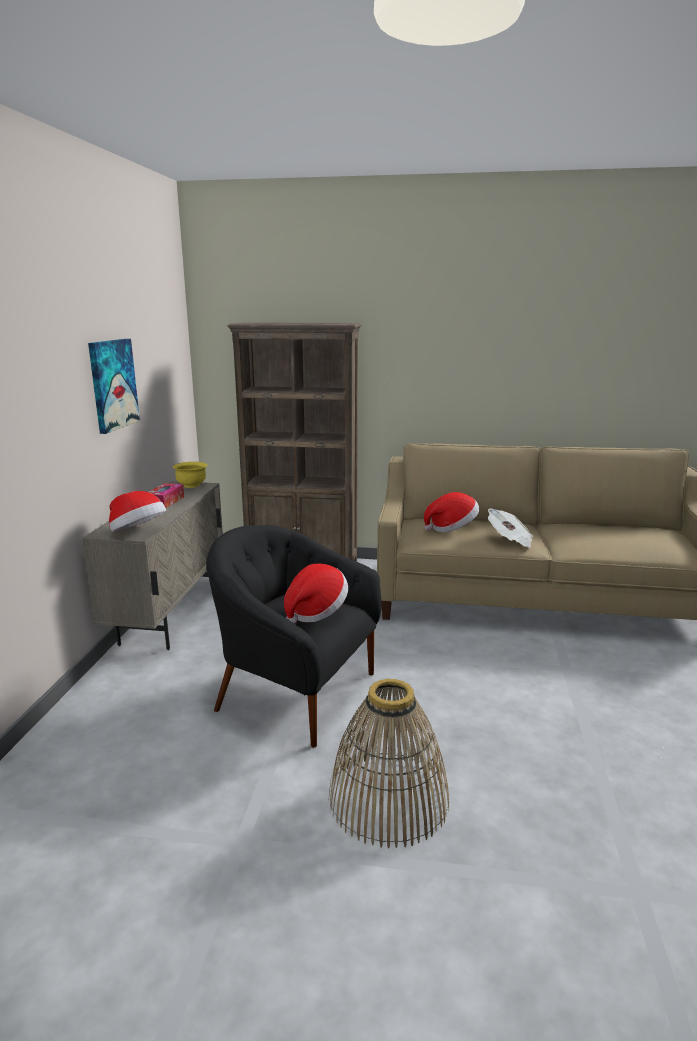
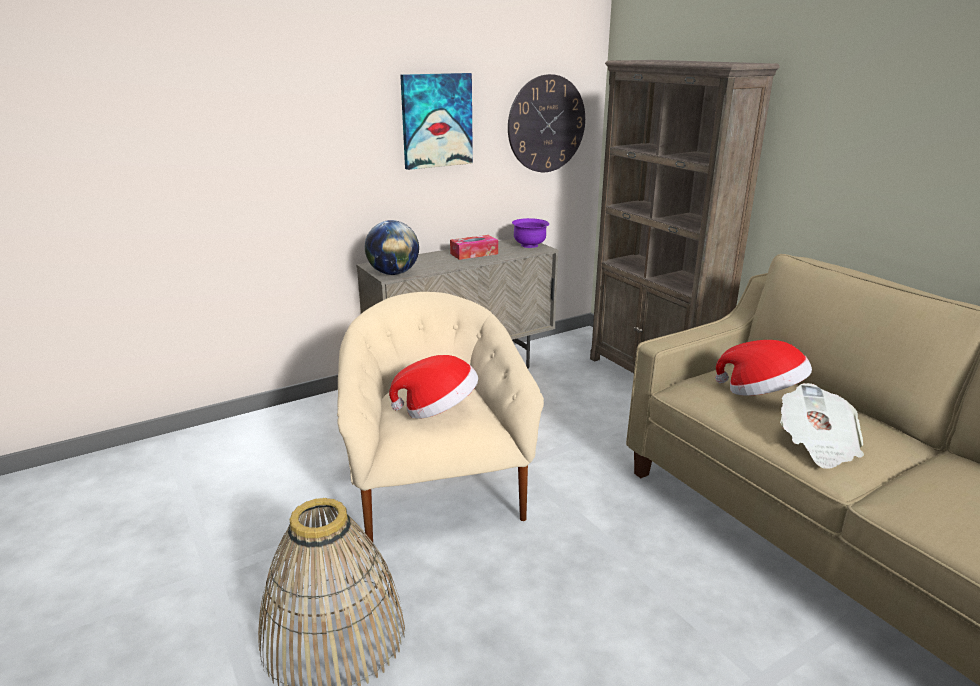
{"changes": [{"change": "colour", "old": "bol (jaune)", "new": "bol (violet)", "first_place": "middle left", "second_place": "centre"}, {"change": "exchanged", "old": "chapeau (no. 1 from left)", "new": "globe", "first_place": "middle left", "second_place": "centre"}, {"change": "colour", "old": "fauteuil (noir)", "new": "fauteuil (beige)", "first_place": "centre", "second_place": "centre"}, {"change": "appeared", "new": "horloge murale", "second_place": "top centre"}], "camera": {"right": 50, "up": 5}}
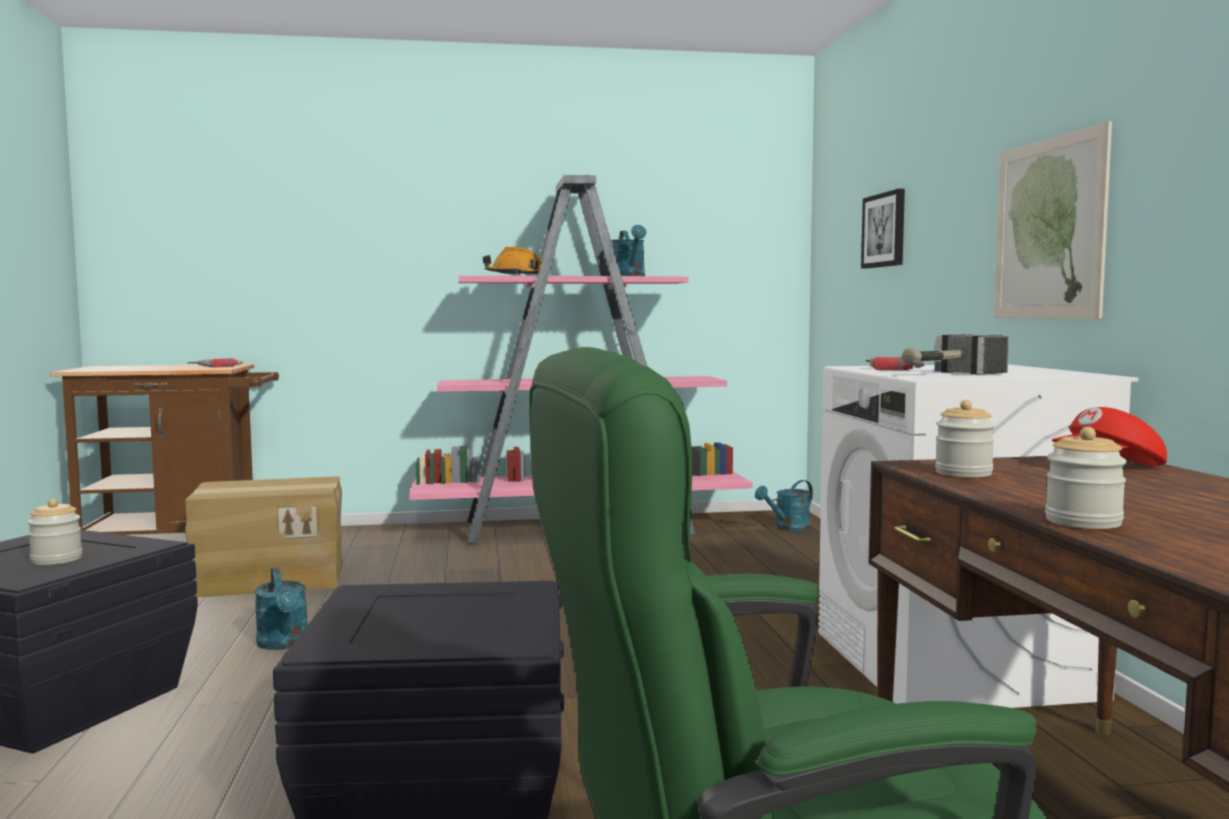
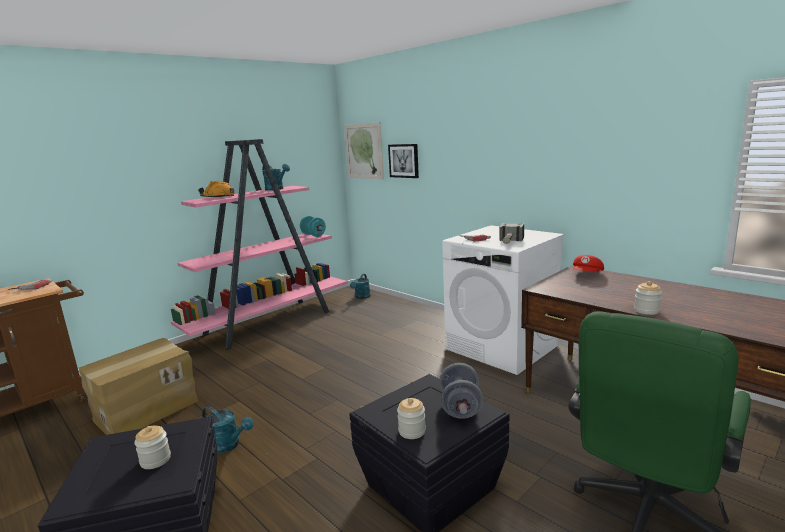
{"changes": [{"change": "relocated", "old": "tableau (no. 2 from left in the first image)", "new": "tableau (no. 1 from left)", "first_place": "top right", "second_place": "top centre"}, {"change": "relocated", "old": "bocal (no. 2 from left)", "first_place": "middle right", "second_place": "bottom centre"}, {"change": "appeared", "new": "haltère (turquoise)", "second_place": "centre"}, {"change": "appeared", "new": "haltère (gris)", "second_place": "bottom centre"}], "camera": {"right": -35, "up": 10}}
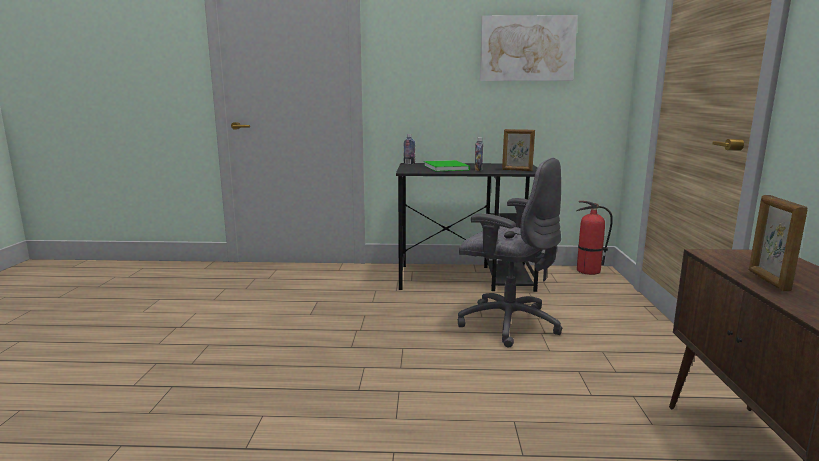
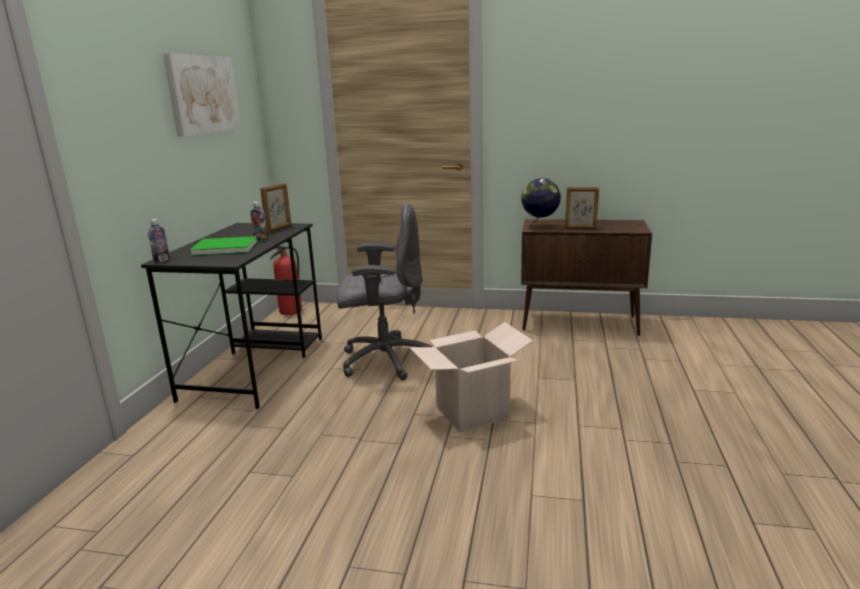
{"changes": [{"change": "spun", "old": "chaise de bureau (gris)", "first_place": "centre", "second_place": "centre", "degrees": 45}, {"change": "appeared", "new": "globe", "second_place": "centre"}, {"change": "appeared", "new": "carton", "second_place": "centre"}], "camera": {"right": -80, "up": 5}}
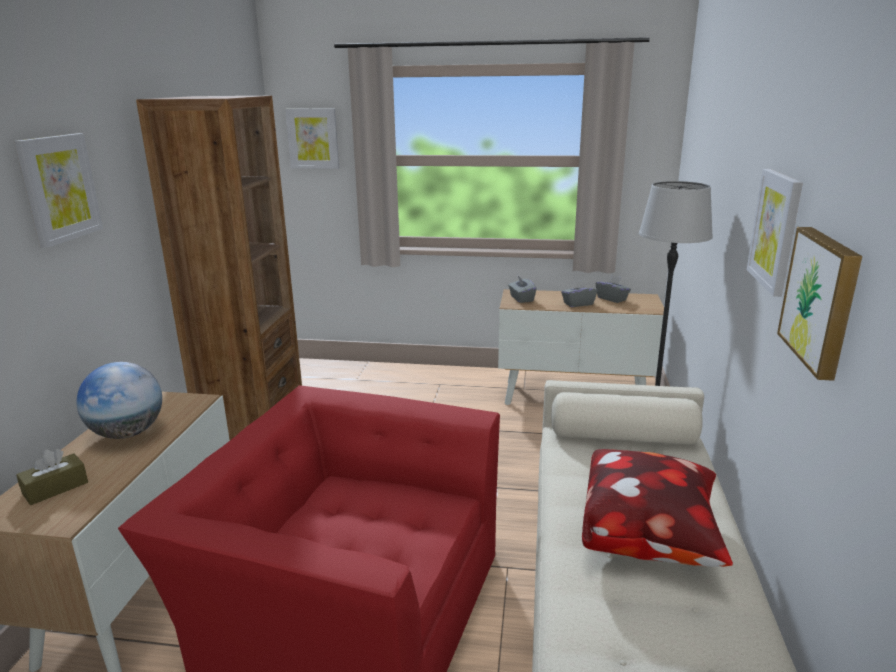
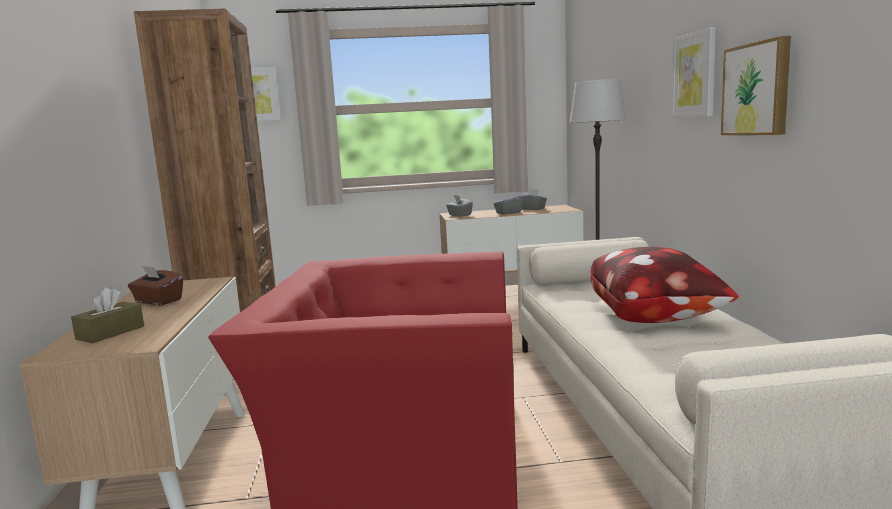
{"changes": [{"change": "missing", "old": "tableau (no. 1 from left)", "first_place": "top left"}, {"change": "exchanged", "old": "globe", "new": "boîte à mouchoirs (marron) (no. 2 from left)", "first_place": "middle left", "second_place": "middle left"}], "camera": {"right": -15, "up": -10}}
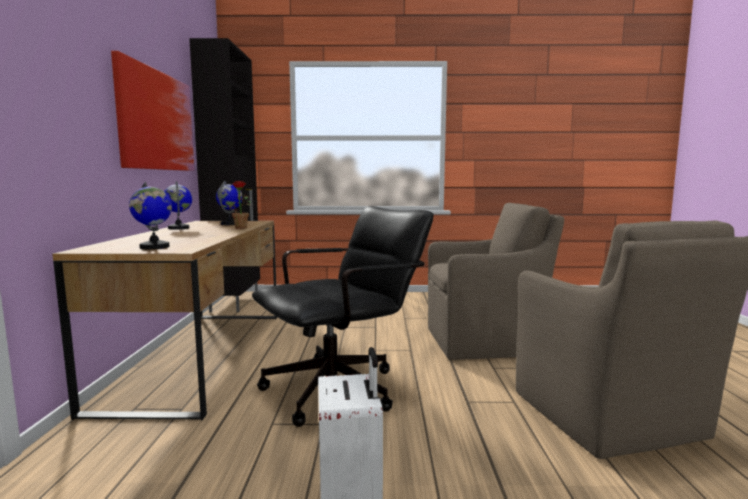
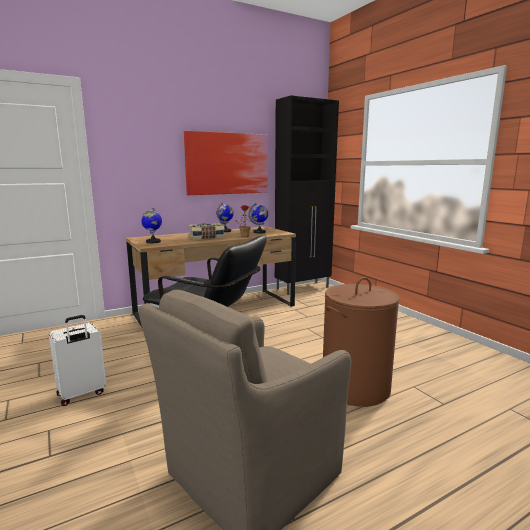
{"changes": [{"change": "exchanged", "old": "fauteuil (marron) (no. 1 from left)", "new": "panier à linge (marron)", "first_place": "centre", "second_place": "middle right"}, {"change": "appeared", "new": "livre", "second_place": "centre"}], "camera": {"right": 60, "up": 5}}
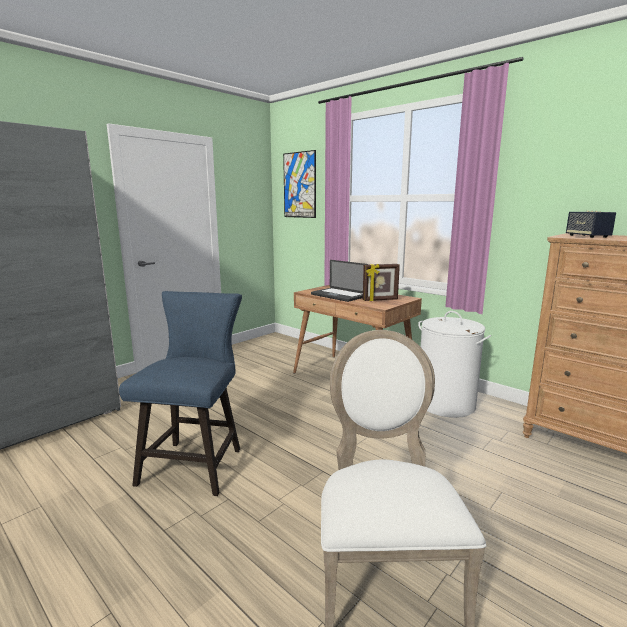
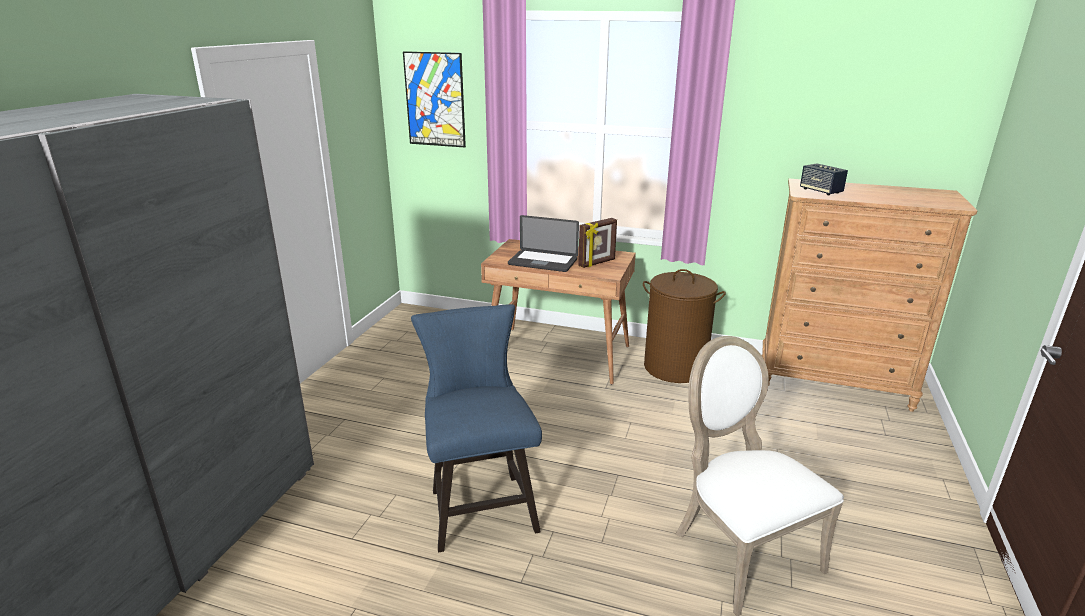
{"changes": [{"change": "colour", "old": "panier à linge (blanc)", "new": "panier à linge (marron)", "first_place": "middle right", "second_place": "centre"}], "camera": {"right": -25, "up": 10}}
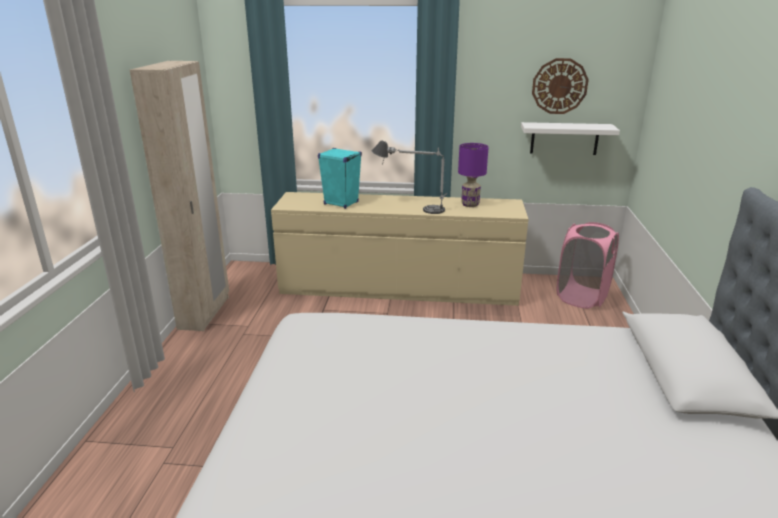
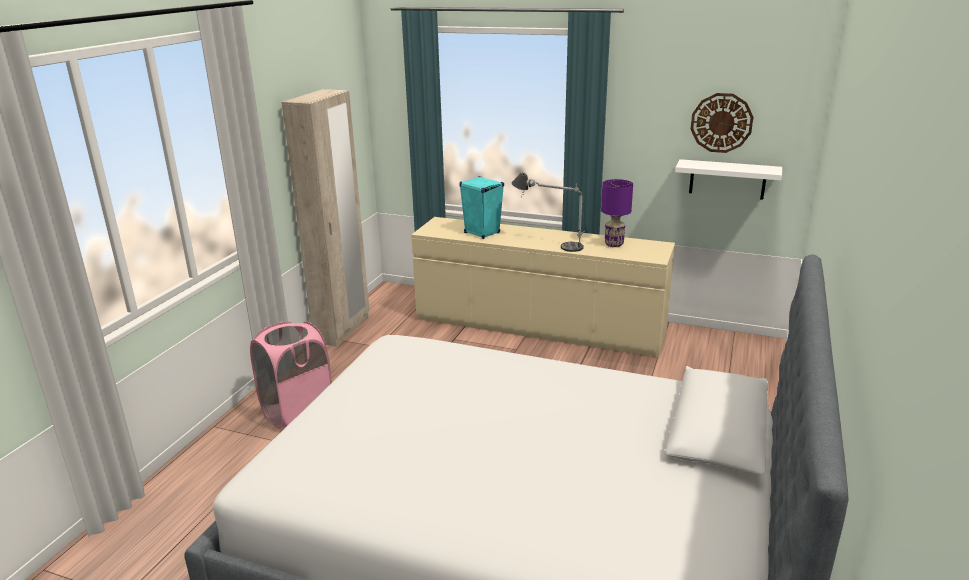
{"changes": [{"change": "relocated", "old": "panier à linge (rose)", "first_place": "middle right", "second_place": "middle left"}], "camera": {"right": 15, "up": 0}}
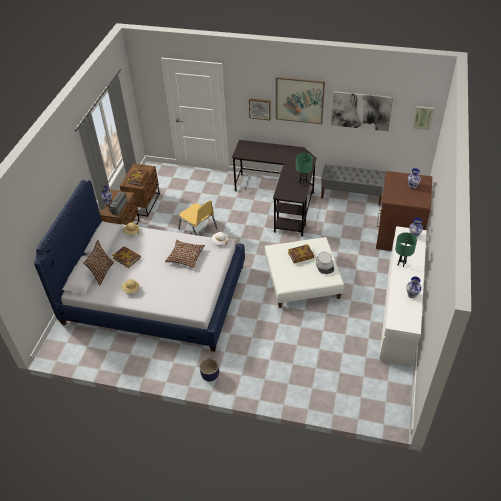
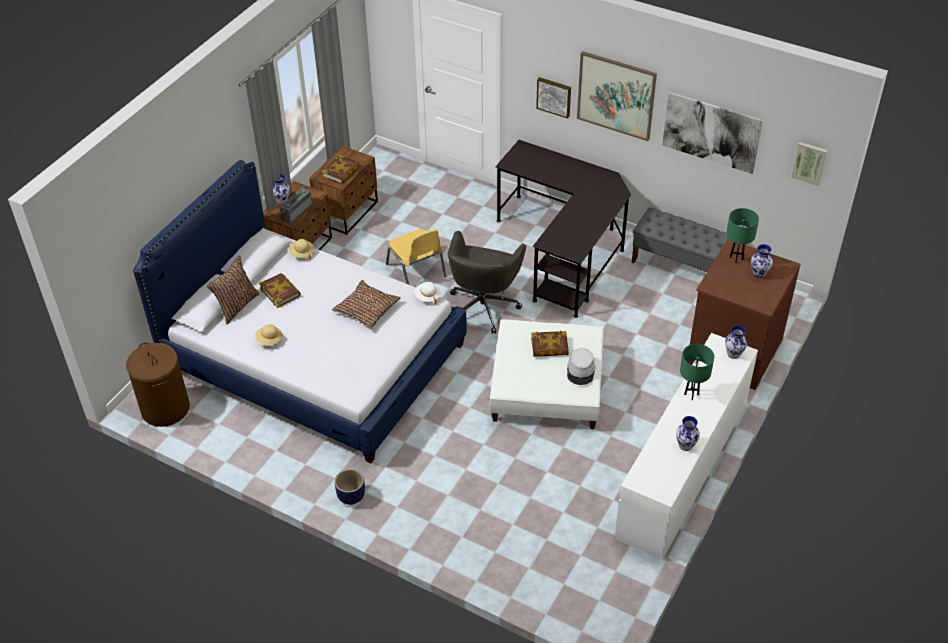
{"changes": [{"change": "relocated", "old": "lampe de table (vert) (no. 1 from left in the first image)", "new": "lampe de table (vert) (no. 2 from left)", "first_place": "centre", "second_place": "middle right"}, {"change": "appeared", "new": "chaise de bureau (gris)", "second_place": "centre"}, {"change": "appeared", "new": "panier à linge (marron)", "second_place": "middle left"}], "camera": {"right": 15, "up": 0}}
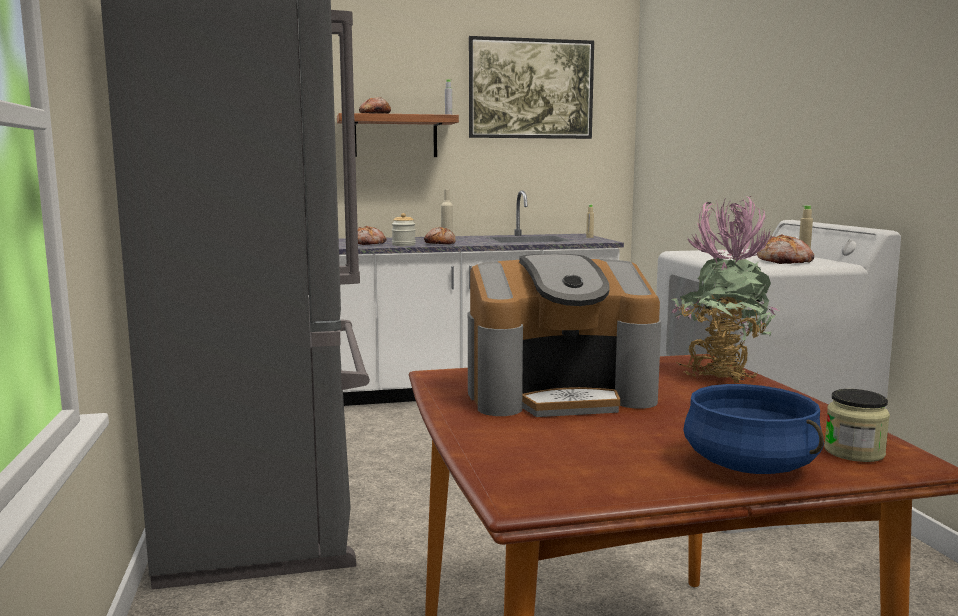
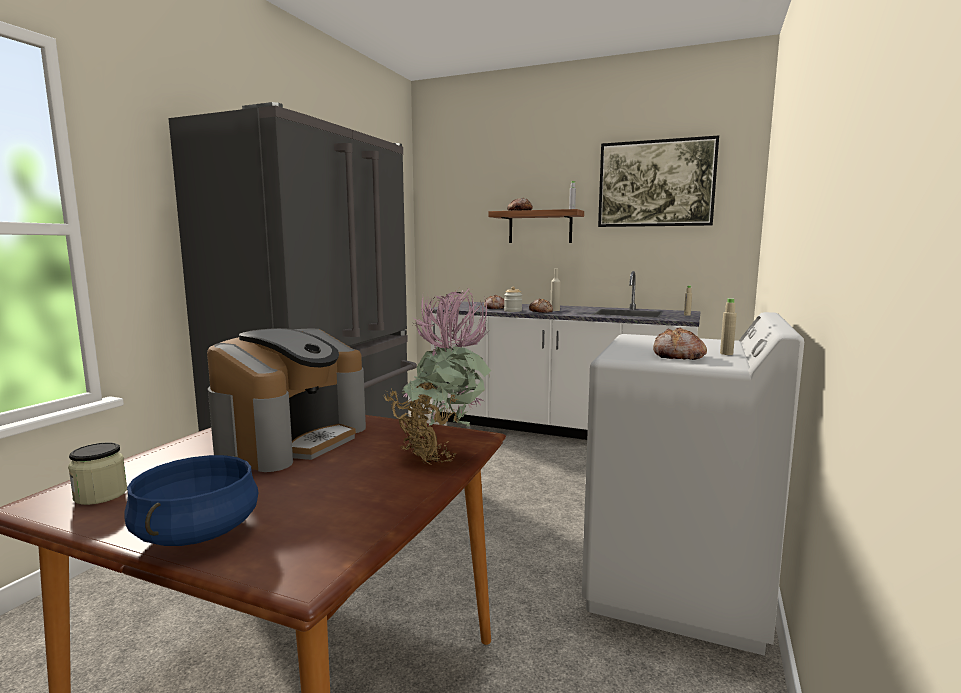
{"changes": [{"change": "spun", "old": "machine à café", "first_place": "centre", "second_place": "middle left", "degrees": -90}, {"change": "relocated", "old": "bocal (no. 2 from left in the first image)", "new": "bocal (no. 1 from left)", "first_place": "bottom right", "second_place": "bottom left"}], "camera": {"right": 35, "up": 0}}
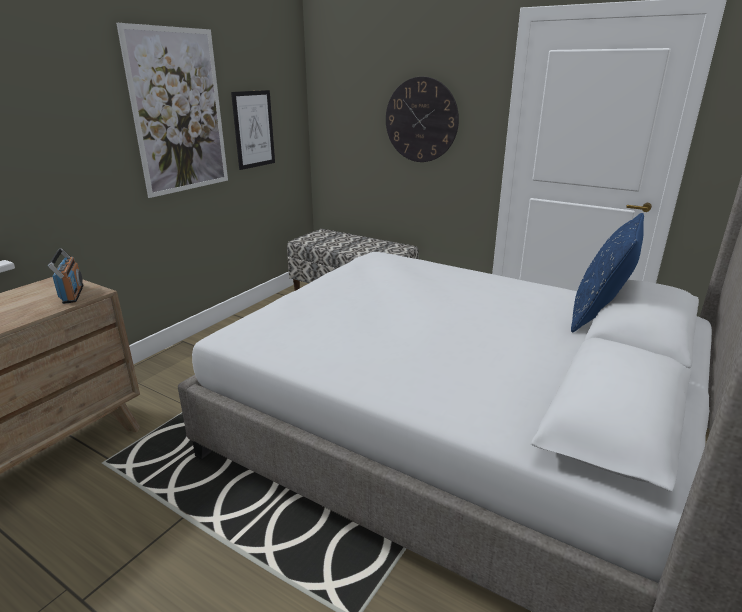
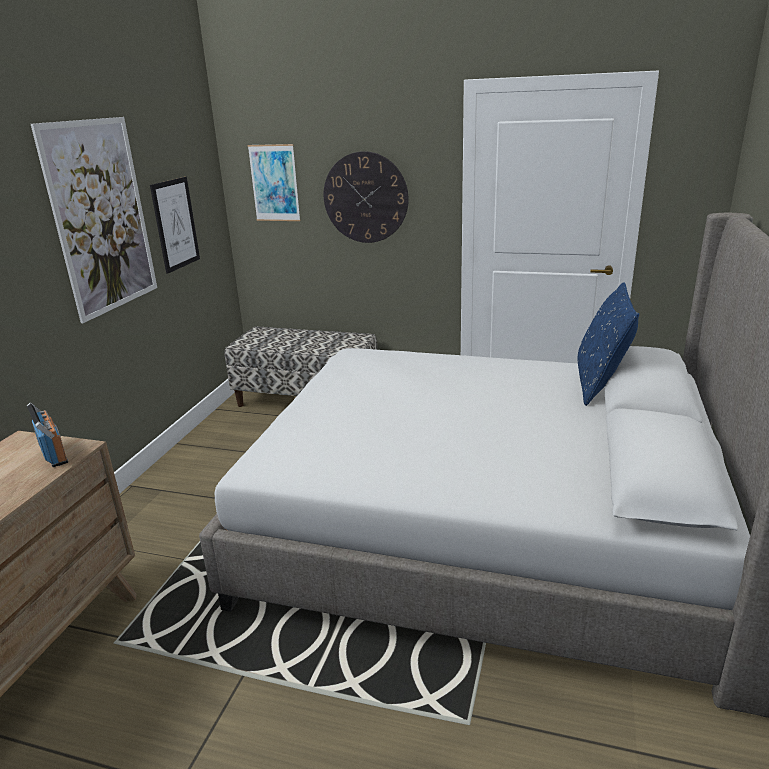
{"changes": [{"change": "appeared", "new": "tableau (no. 3 from left)", "second_place": "top centre"}], "camera": {"right": -15, "up": 0}}
